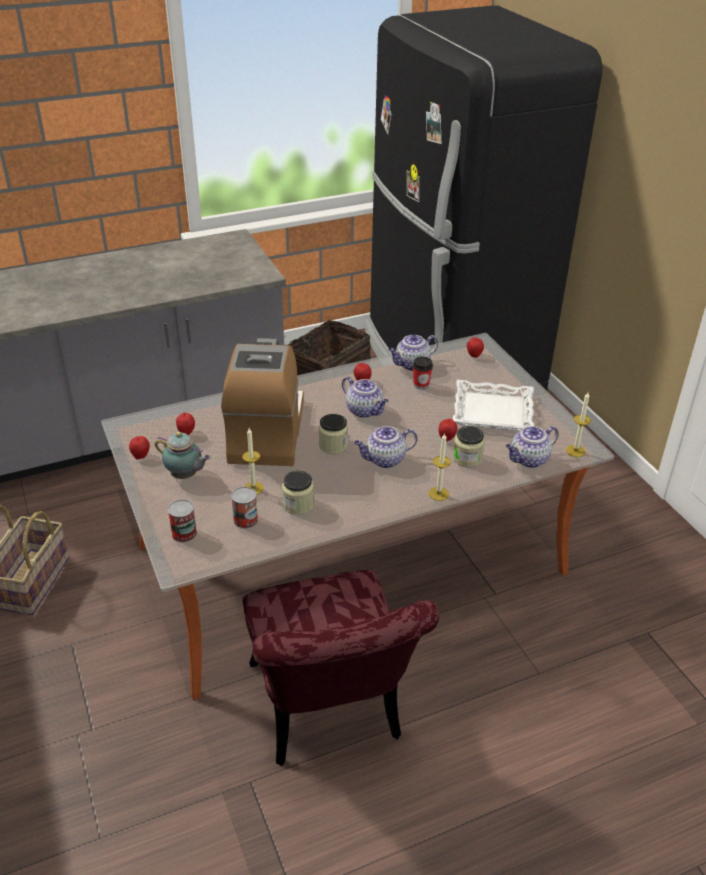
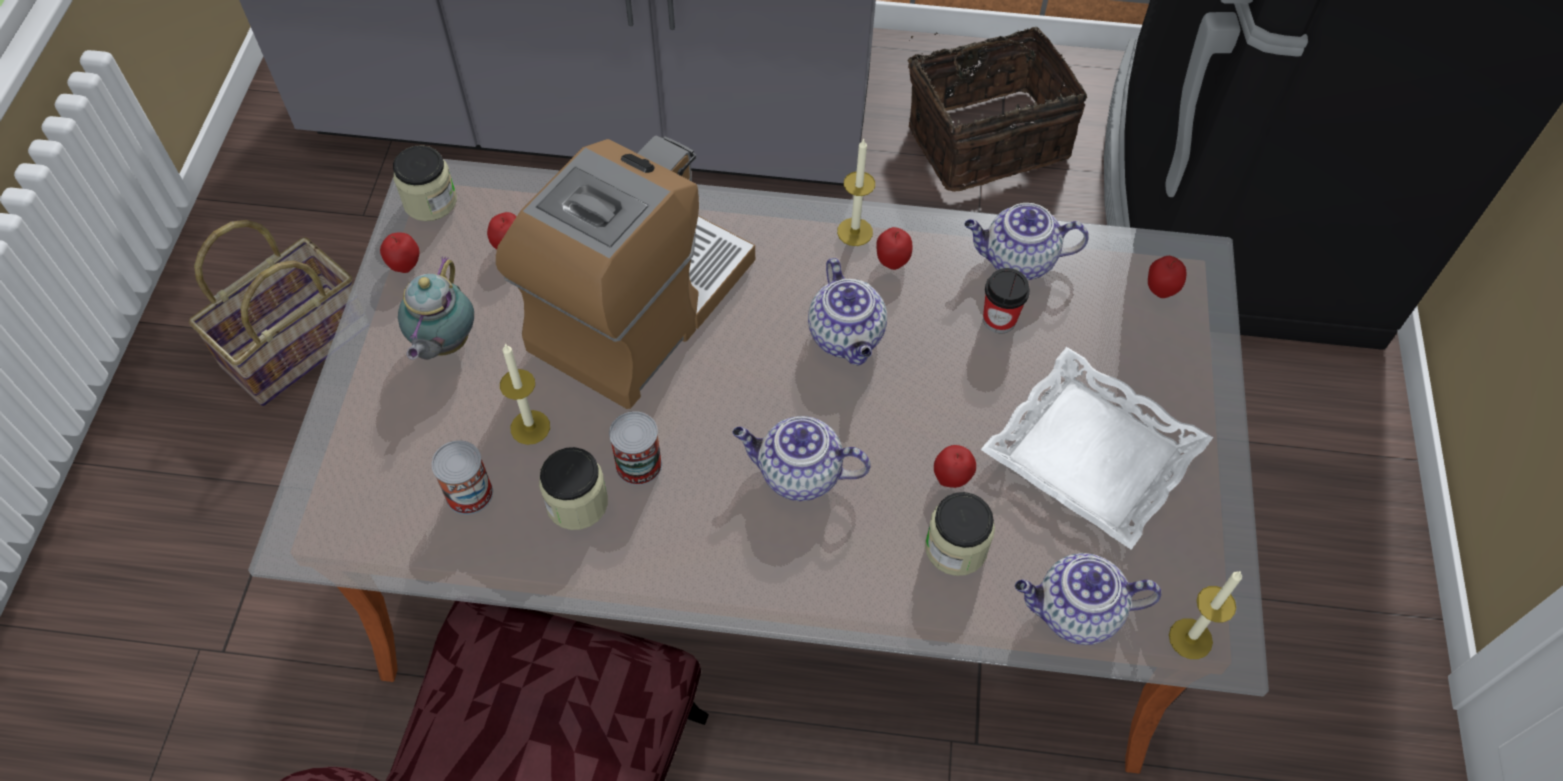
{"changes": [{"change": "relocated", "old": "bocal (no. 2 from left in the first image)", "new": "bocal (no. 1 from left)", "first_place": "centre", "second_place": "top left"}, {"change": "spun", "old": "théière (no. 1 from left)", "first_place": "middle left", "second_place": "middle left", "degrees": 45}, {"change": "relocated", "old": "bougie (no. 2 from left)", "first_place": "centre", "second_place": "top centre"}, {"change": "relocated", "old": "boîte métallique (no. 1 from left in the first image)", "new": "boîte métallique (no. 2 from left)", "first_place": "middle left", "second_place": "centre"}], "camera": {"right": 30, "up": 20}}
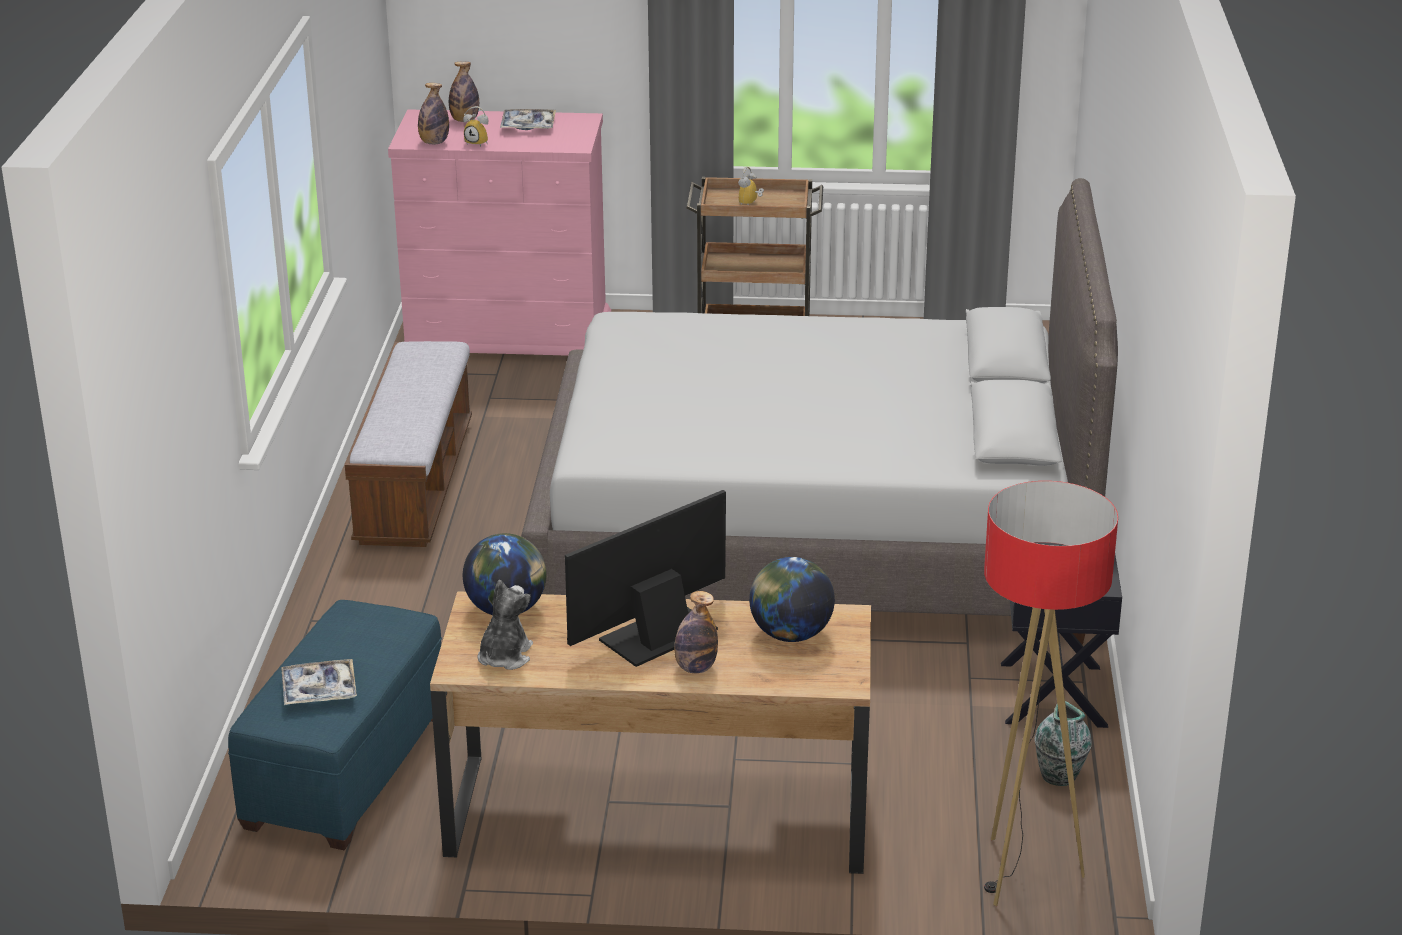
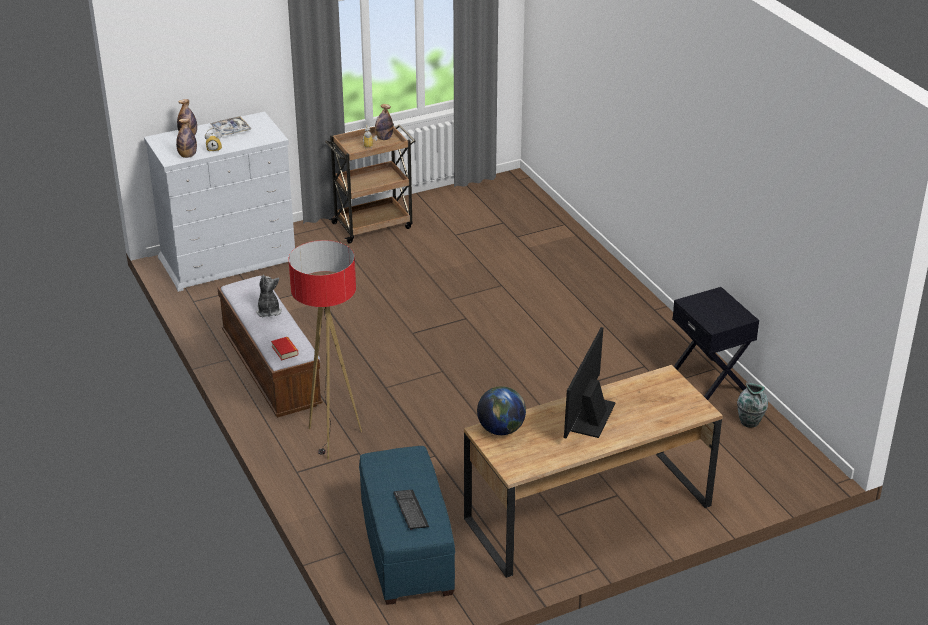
{"changes": [{"change": "colour", "old": "commode (rose)", "new": "commode (blanc)", "first_place": "top centre", "second_place": "top left"}, {"change": "missing", "old": "lit (gris)", "first_place": "centre"}, {"change": "relocated", "old": "lampadaire", "first_place": "bottom right", "second_place": "centre"}, {"change": "missing", "old": "globe (no. 2 from left)", "first_place": "centre"}, {"change": "relocated", "old": "peluche", "first_place": "bottom centre", "second_place": "middle left"}, {"change": "relocated", "old": "bouteille (no. 3 from left)", "first_place": "bottom centre", "second_place": "top centre"}, {"change": "exchanged", "old": "plateau (no. 1 from left)", "new": "clavier", "first_place": "bottom left", "second_place": "bottom centre"}, {"change": "appeared", "new": "livre", "second_place": "middle left"}], "camera": {"right": -30, "up": 5}}
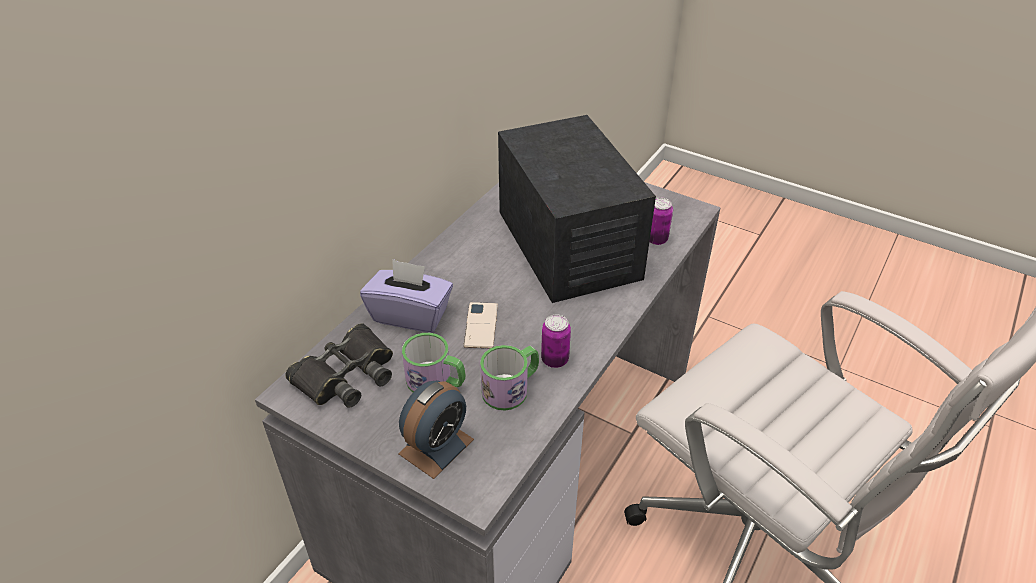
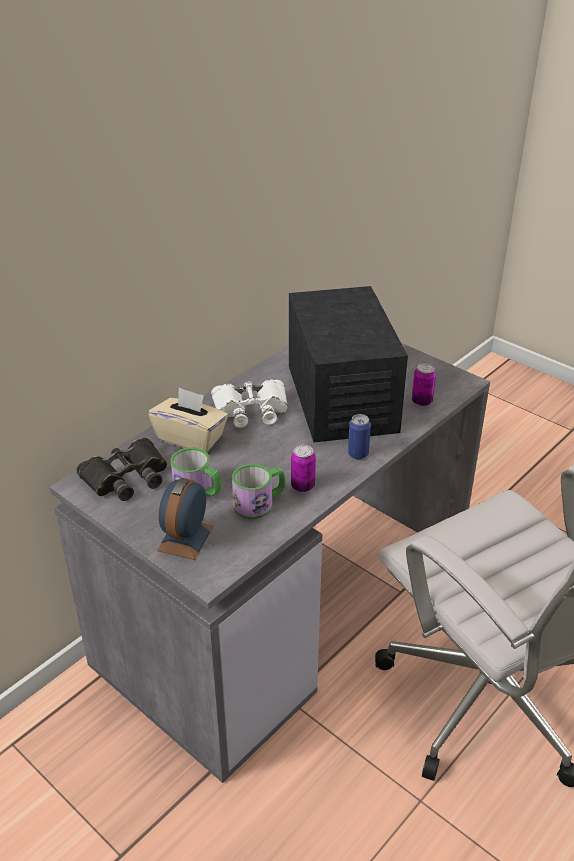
{"changes": [{"change": "colour", "old": "boîte à mouchoirs (violet)", "new": "boîte à mouchoirs (beige)", "first_place": "centre", "second_place": "middle left"}, {"change": "missing", "old": "téléphone", "first_place": "centre"}, {"change": "spun", "old": "réveil", "first_place": "bottom centre", "second_place": "middle left", "degrees": 150}, {"change": "appeared", "new": "jumelles (blanc)", "second_place": "centre"}, {"change": "appeared", "new": "boîte métallique (no. 2 from left)", "second_place": "centre"}], "camera": {"right": 10, "up": -5}}
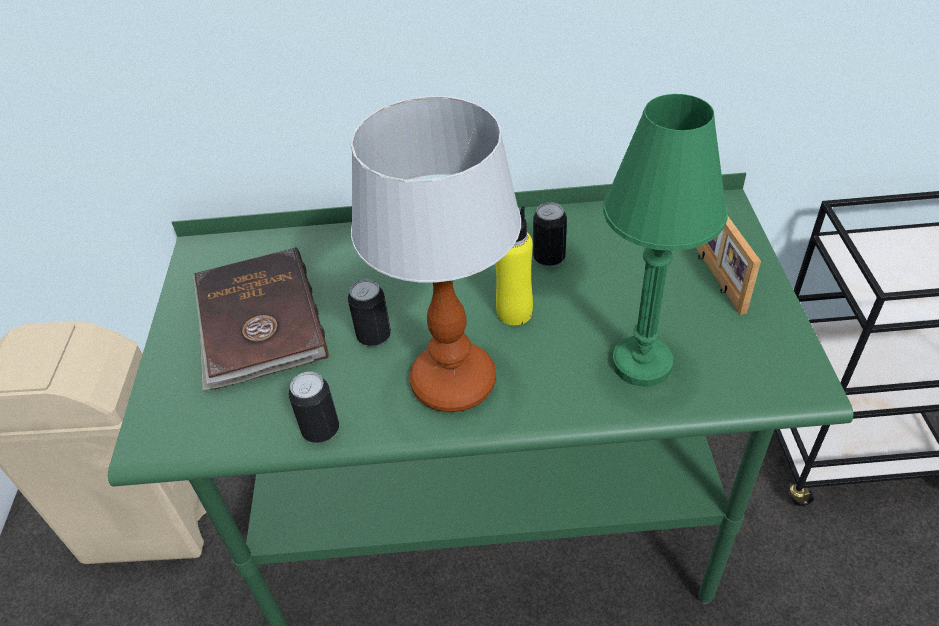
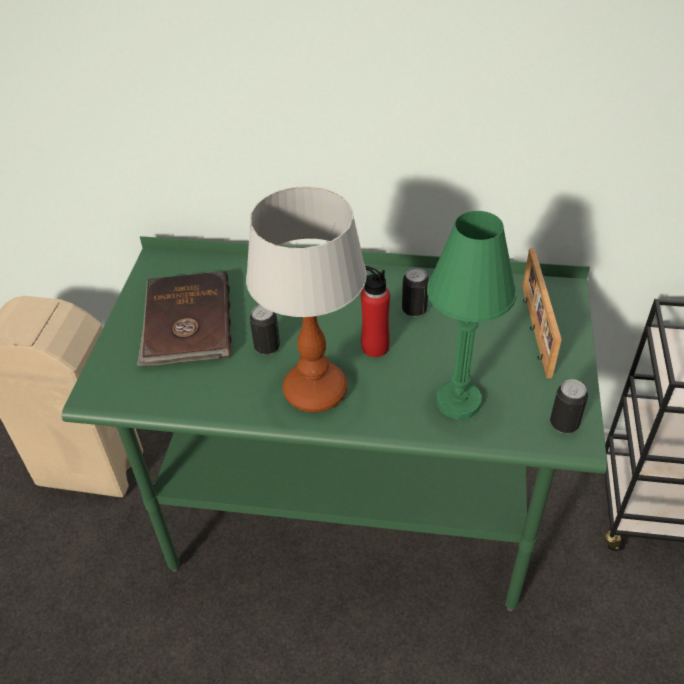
{"changes": [{"change": "colour", "old": "bouteille (jaune)", "new": "bouteille (rouge)", "first_place": "centre", "second_place": "centre"}, {"change": "relocated", "old": "boîte métallique (no. 1 from left in the first image)", "new": "boîte métallique (no. 3 from left)", "first_place": "centre", "second_place": "middle right"}], "camera": {"right": 10, "up": 0}}
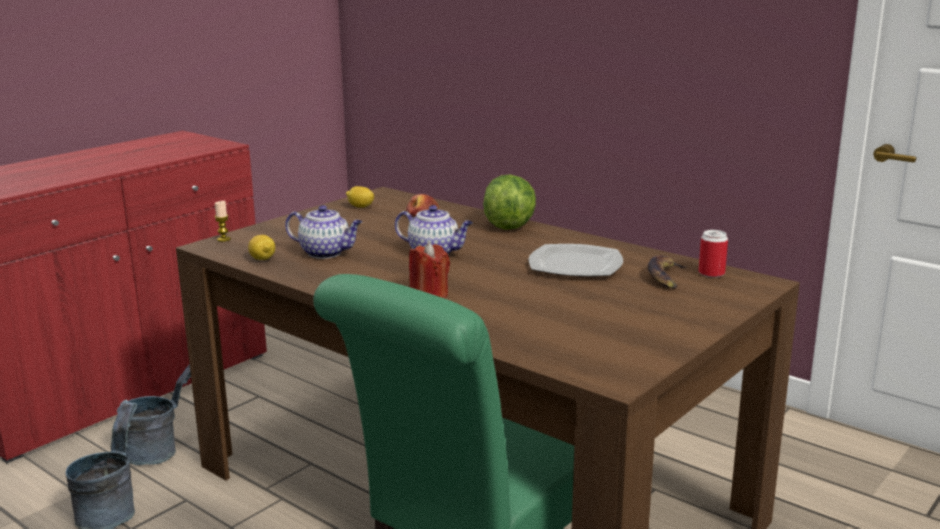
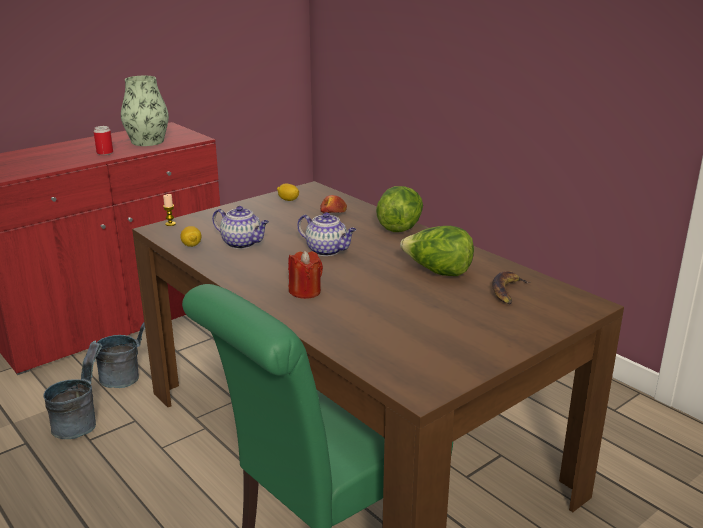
{"changes": [{"change": "relocated", "old": "boîte métallique", "first_place": "middle right", "second_place": "top left"}, {"change": "exchanged", "old": "assiette", "new": "laitue (no. 2 from left)", "first_place": "centre", "second_place": "centre"}, {"change": "appeared", "new": "vase", "second_place": "top left"}], "camera": {"right": 10, "up": 5}}
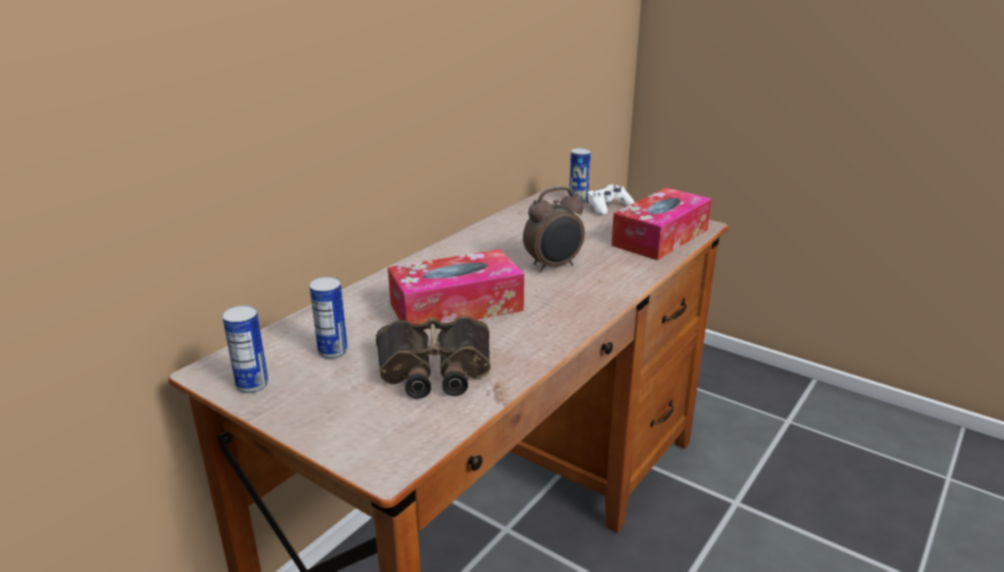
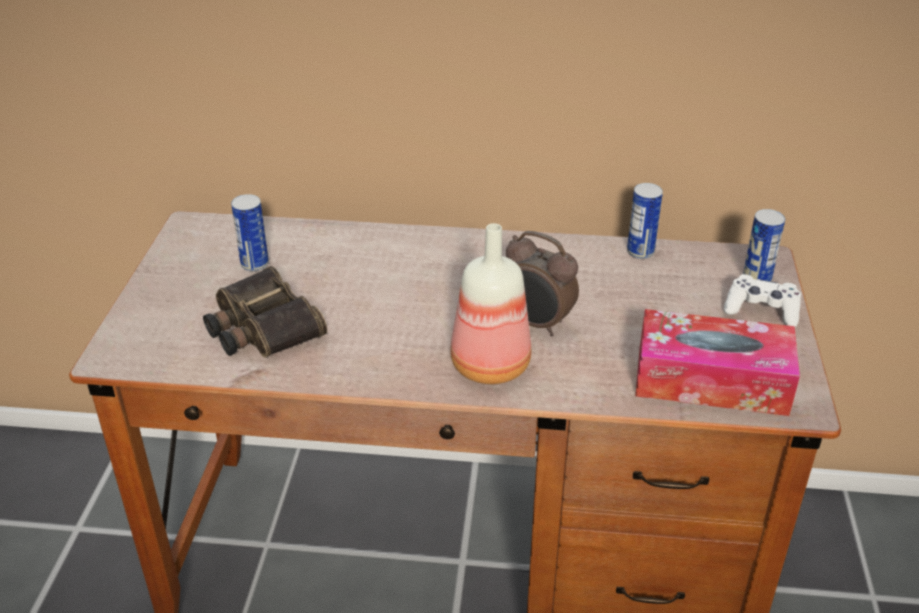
{"changes": [{"change": "missing", "old": "boîte à mouchoirs (no. 1 from left)", "first_place": "centre"}, {"change": "relocated", "old": "boîte métallique (no. 1 from left in the first image)", "new": "boîte métallique (no. 2 from left)", "first_place": "middle left", "second_place": "middle right"}, {"change": "appeared", "new": "bouteille", "second_place": "centre"}], "camera": {"right": 60, "up": 10}}
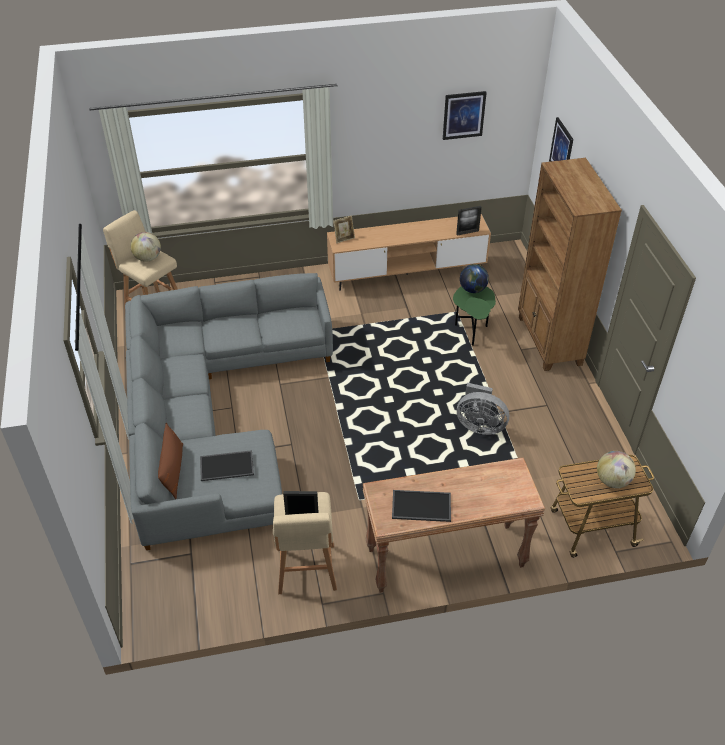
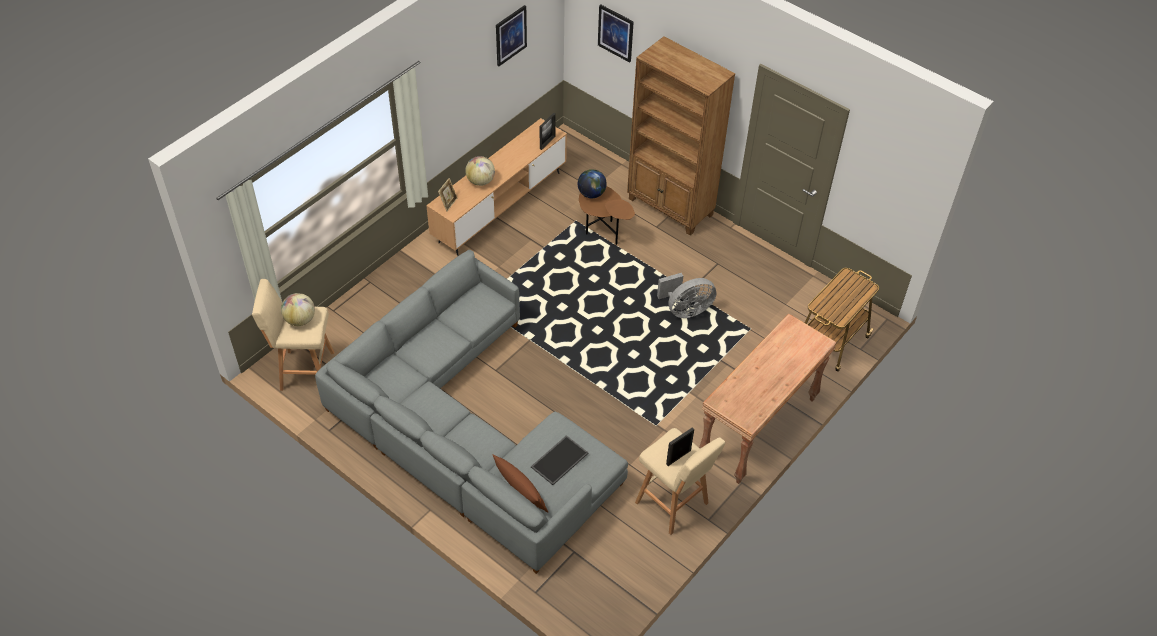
{"changes": [{"change": "colour", "old": "table d'appoint (vert)", "new": "table d'appoint (marron)", "first_place": "centre", "second_place": "centre"}, {"change": "relocated", "old": "globe (no. 3 from left in the first image)", "new": "globe (no. 2 from left)", "first_place": "middle right", "second_place": "top centre"}, {"change": "missing", "old": "plateau (no. 2 from left)", "first_place": "bottom centre"}], "camera": {"right": -40, "up": 5}}
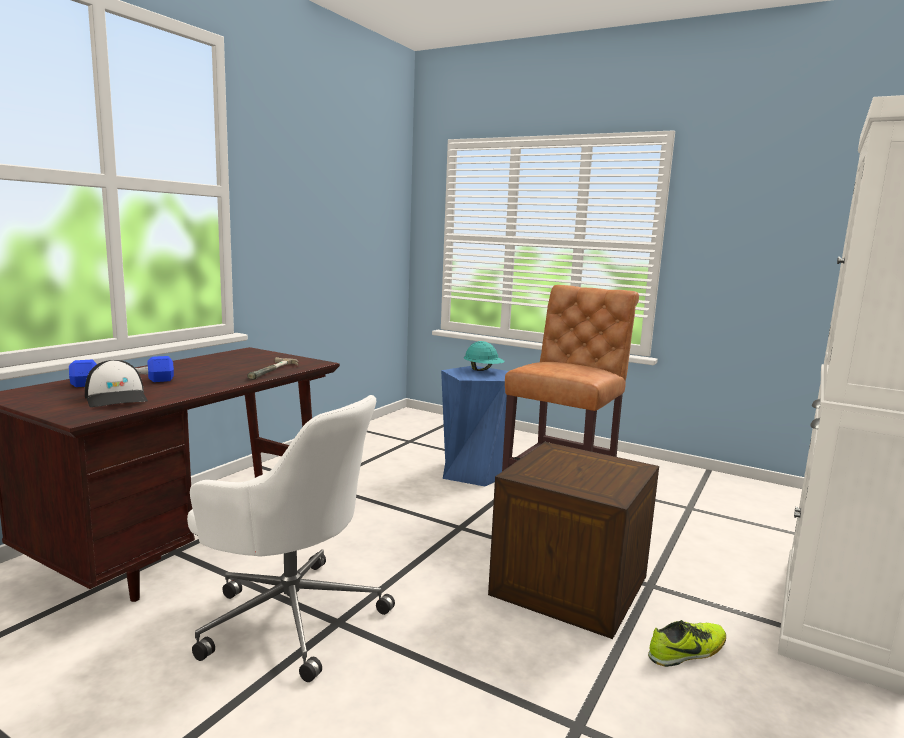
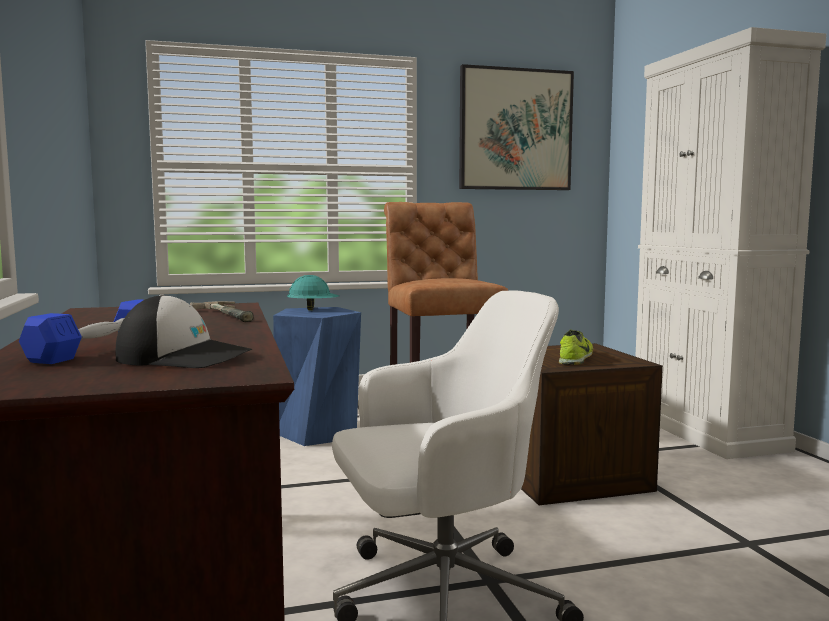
{"changes": [{"change": "relocated", "old": "chaussure", "first_place": "bottom right", "second_place": "middle right"}, {"change": "appeared", "new": "tableau", "second_place": "top centre"}], "camera": {"right": -45, "up": -5}}
